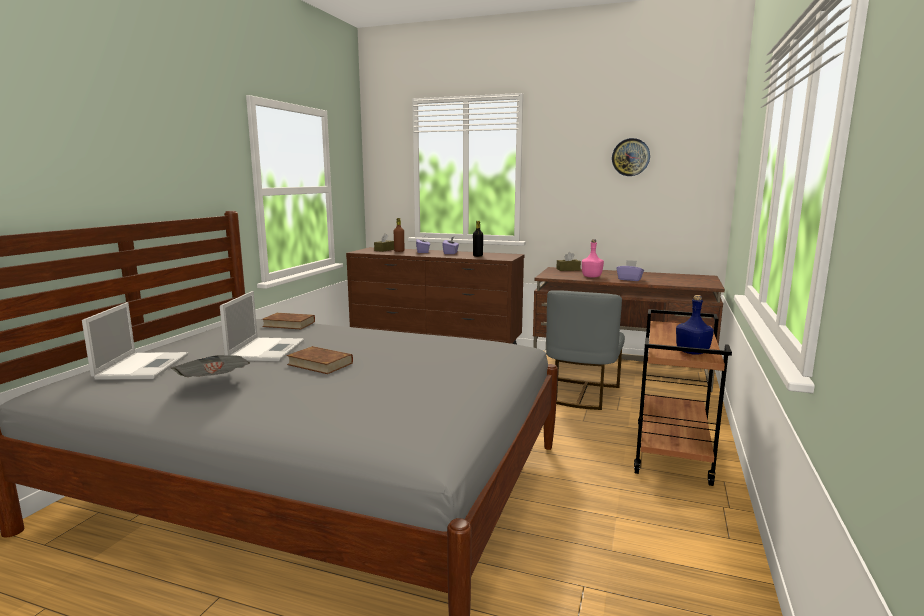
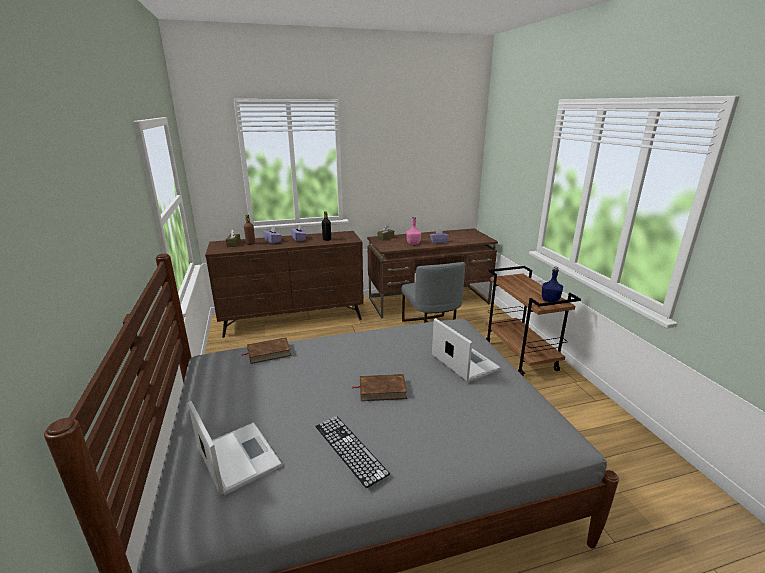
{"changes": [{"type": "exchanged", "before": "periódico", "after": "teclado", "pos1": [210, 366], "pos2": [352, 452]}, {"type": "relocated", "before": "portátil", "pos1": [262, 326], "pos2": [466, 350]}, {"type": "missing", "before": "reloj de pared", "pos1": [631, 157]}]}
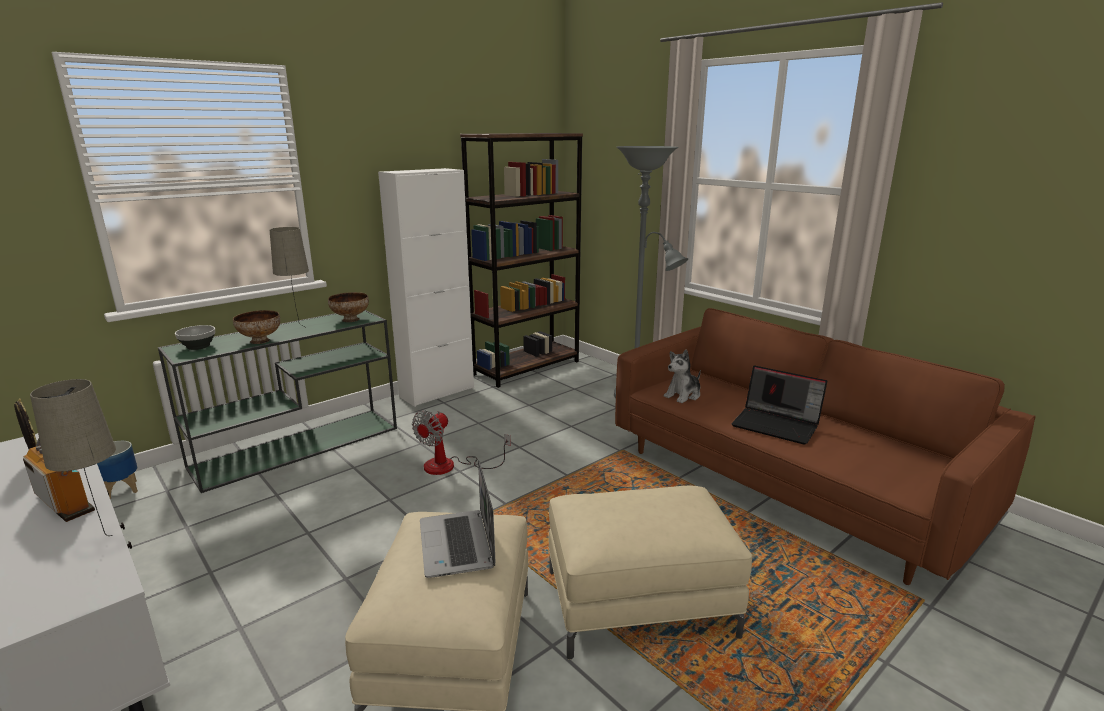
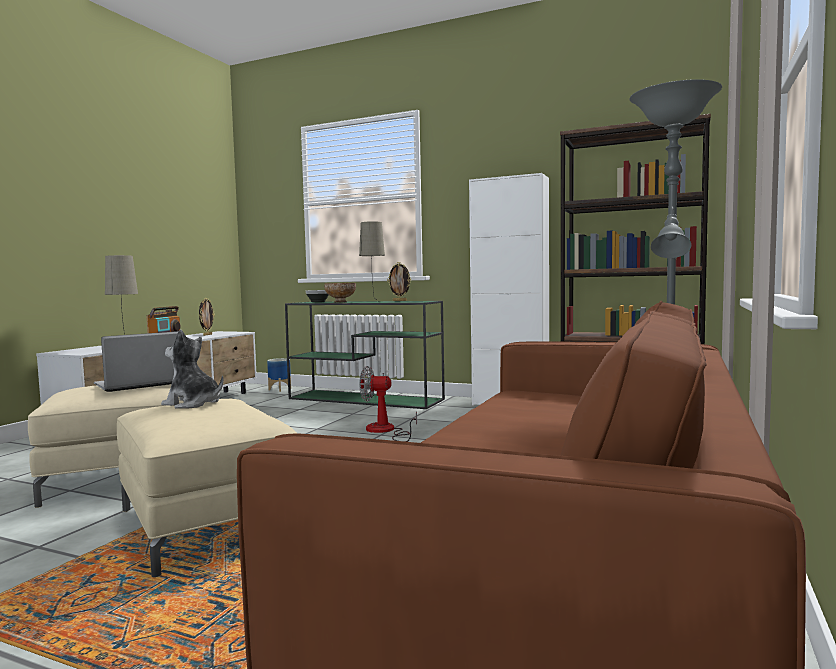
{"changes": [{"type": "relocated", "before": "peluche", "pos1": [682, 376], "pos2": [192, 369]}, {"type": "appeared", "after": "portarretratos", "pos2": [399, 281]}, {"type": "missing", "before": "cuenco", "pos1": [348, 307]}, {"type": "missing", "before": "portátil", "pos1": [779, 405]}]}
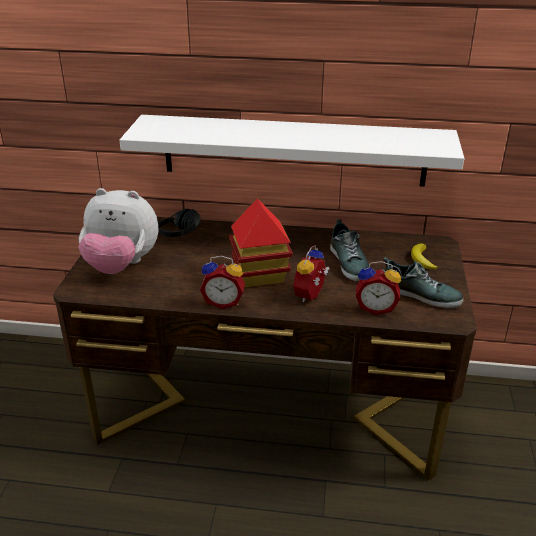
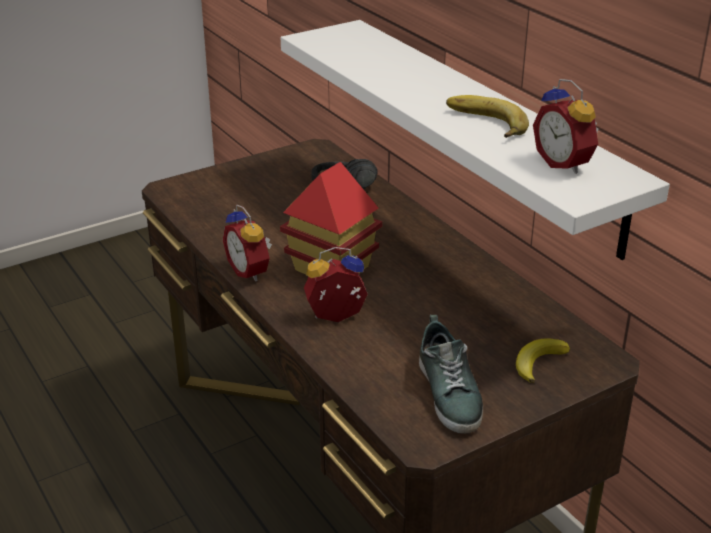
{"changes": [{"type": "appeared", "after": "plátano", "pos2": [487, 116]}, {"type": "relocated", "before": "despertador", "pos1": [378, 288], "pos2": [566, 126]}, {"type": "missing", "before": "peluche", "pos1": [118, 231]}, {"type": "missing", "before": "zapato", "pos1": [349, 250]}]}
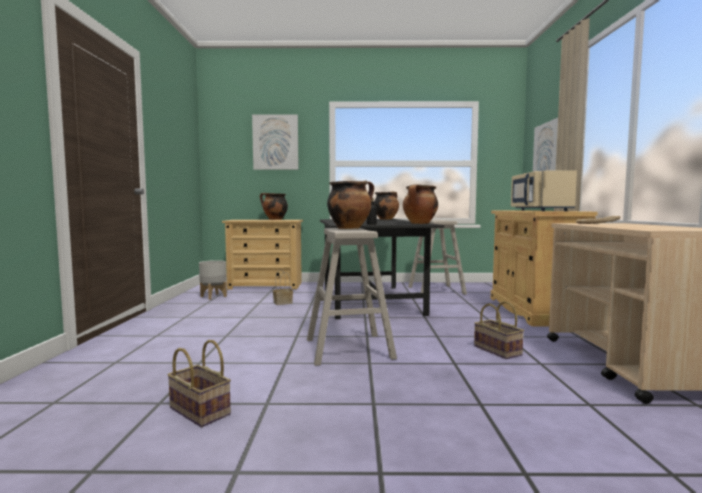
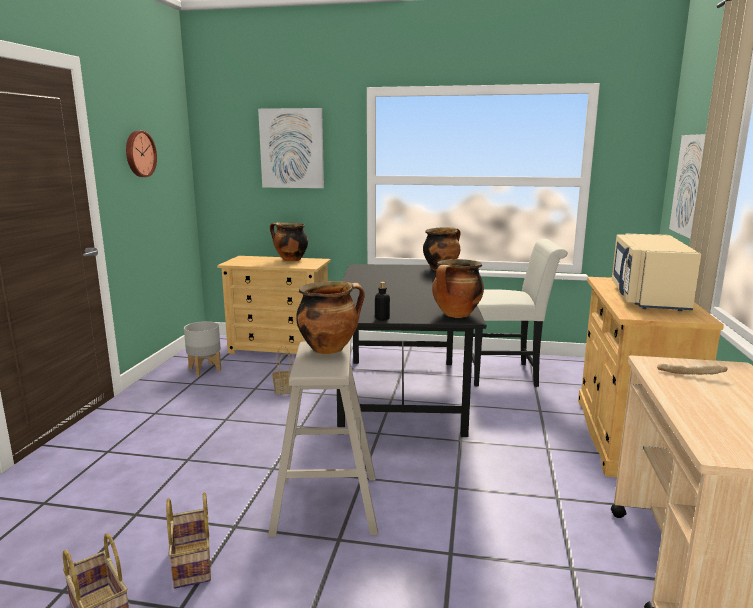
{"changes": [{"type": "appeared", "after": "reloj de pared", "pos2": [141, 154]}, {"type": "relocated", "before": "cesta", "pos1": [499, 330], "pos2": [188, 540]}, {"type": "exchanged", "before": "taburete [beis]", "after": "silla [blanco]", "pos1": [437, 257], "pos2": [520, 313]}]}
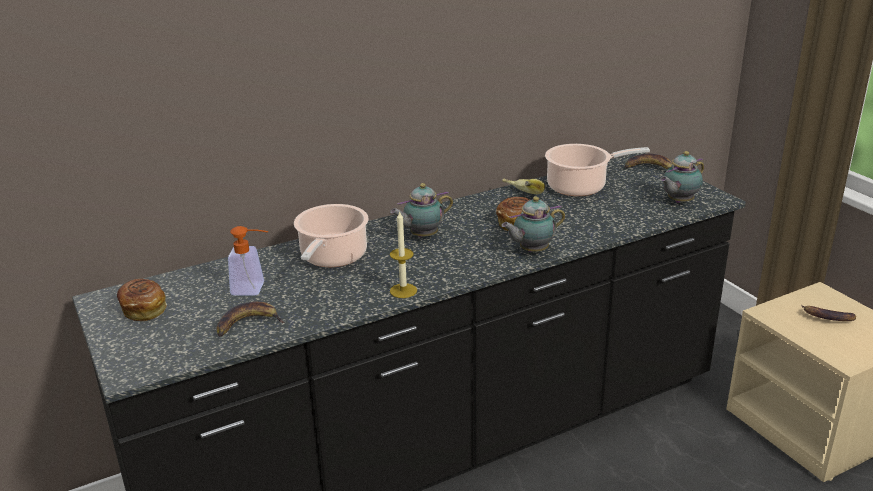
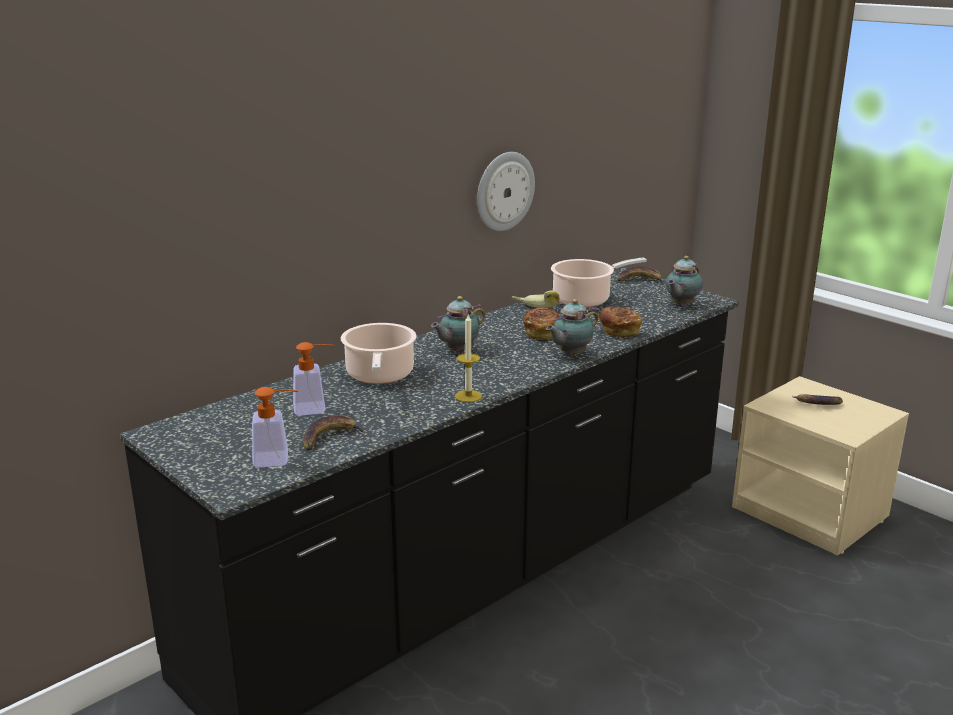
{"changes": [{"type": "appeared", "after": "dispensador de jabón", "pos2": [275, 427]}, {"type": "appeared", "after": "reloj de pared", "pos2": [506, 191]}, {"type": "relocated", "before": "pan", "pos1": [142, 300], "pos2": [620, 321]}]}
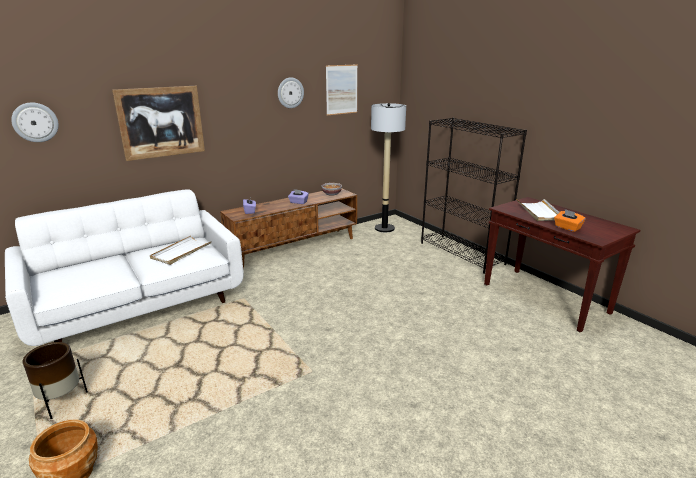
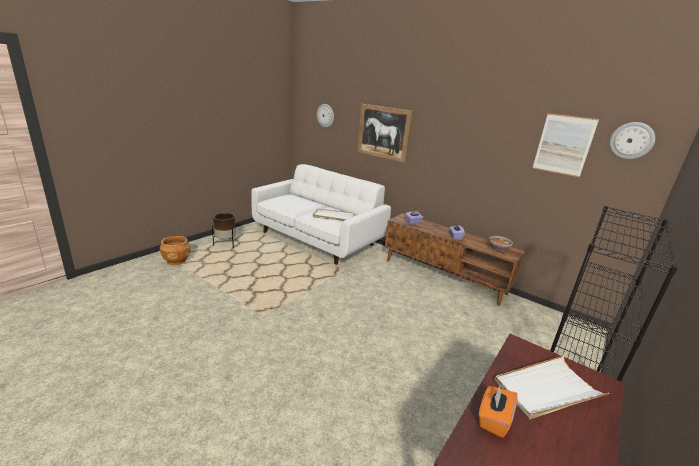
{"changes": [{"type": "relocated", "before": "reloj de pared", "pos1": [291, 92], "pos2": [632, 140]}, {"type": "missing", "before": "lámpara de pie", "pos1": [388, 167]}]}
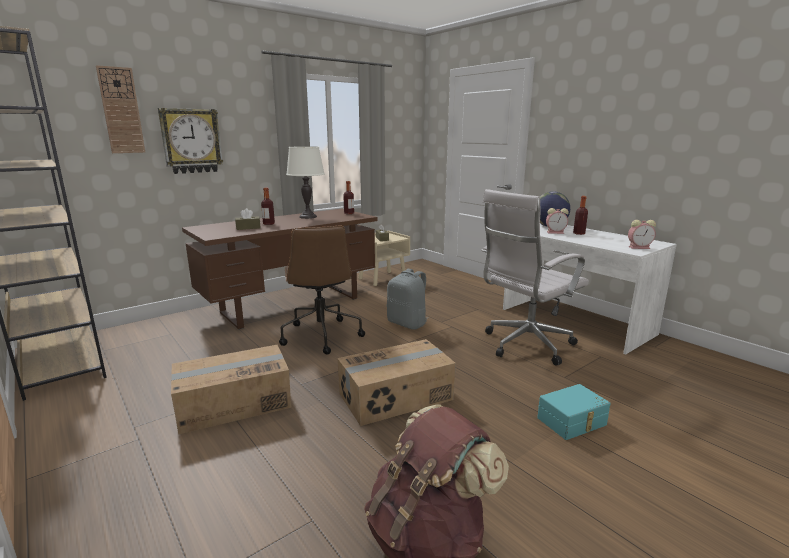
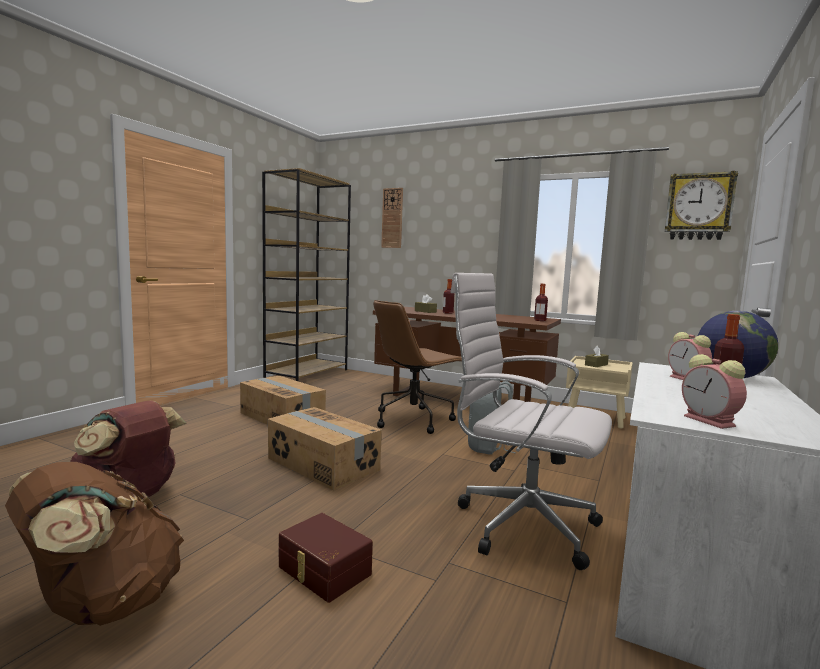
{"changes": [{"type": "appeared", "after": "mochila [marrón]", "pos2": [94, 544]}, {"type": "colour", "before": "caja de almacenaje [turquesa]", "after": "caja de almacenaje [marrón]", "pos1": [574, 412], "pos2": [326, 558]}, {"type": "relocated", "before": "reloj de pared", "pos1": [190, 141], "pos2": [701, 205]}, {"type": "missing", "before": "lámpara de mesa [blanco]", "pos1": [305, 182]}]}
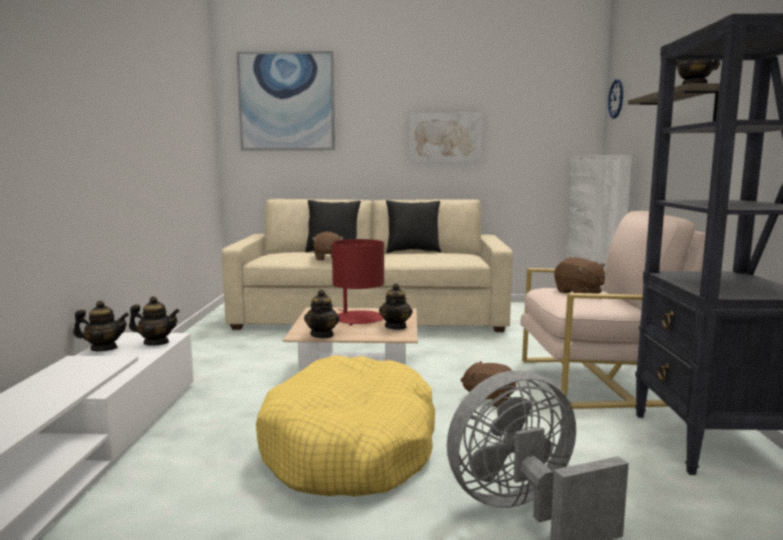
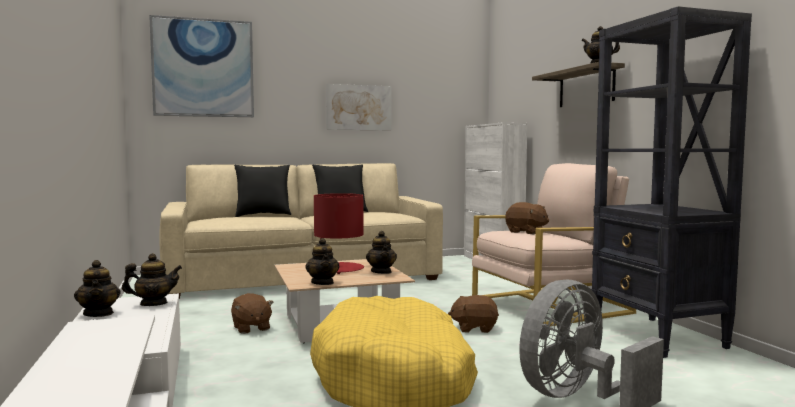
{"changes": [{"type": "spun", "before": "tetera", "pos1": [101, 326], "pos2": [97, 288], "turn": 90}, {"type": "relocated", "before": "peluche [marrón]", "pos1": [327, 246], "pos2": [252, 313]}, {"type": "missing", "before": "reloj de pared", "pos1": [615, 99]}]}
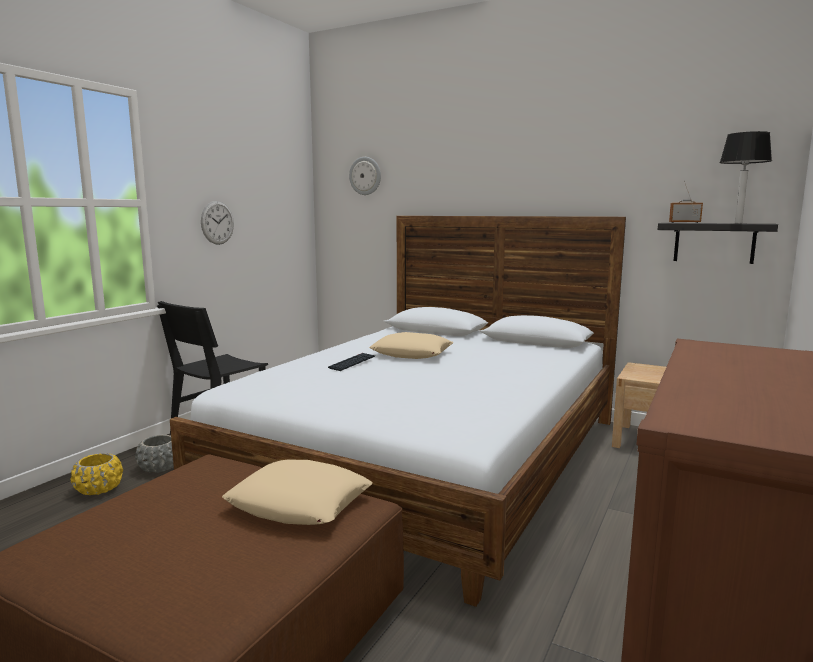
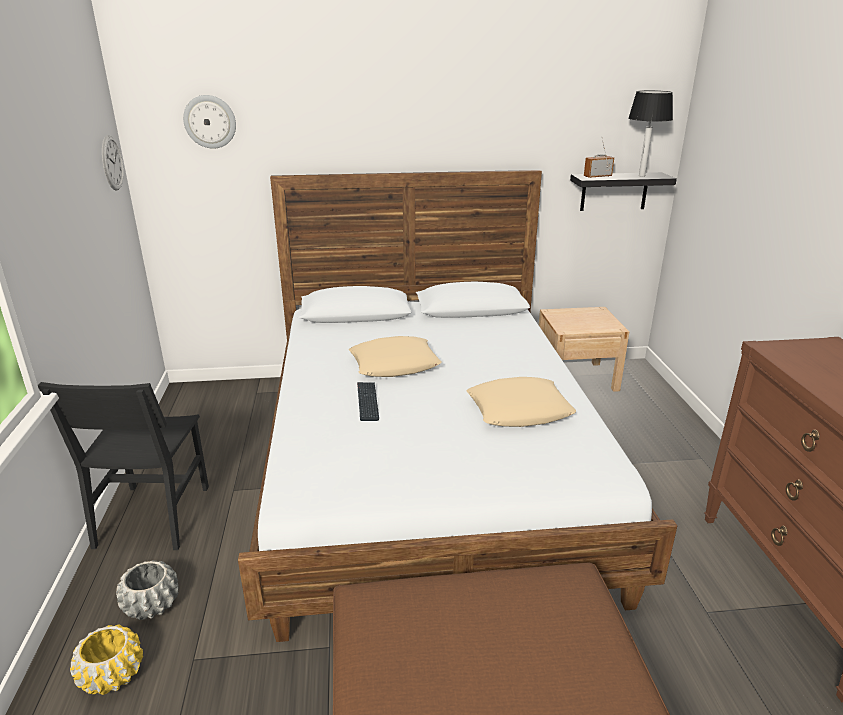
{"changes": [{"type": "relocated", "before": "reloj de pared", "pos1": [217, 223], "pos2": [113, 163]}, {"type": "relocated", "before": "cojín [beis]", "pos1": [297, 492], "pos2": [521, 402]}]}
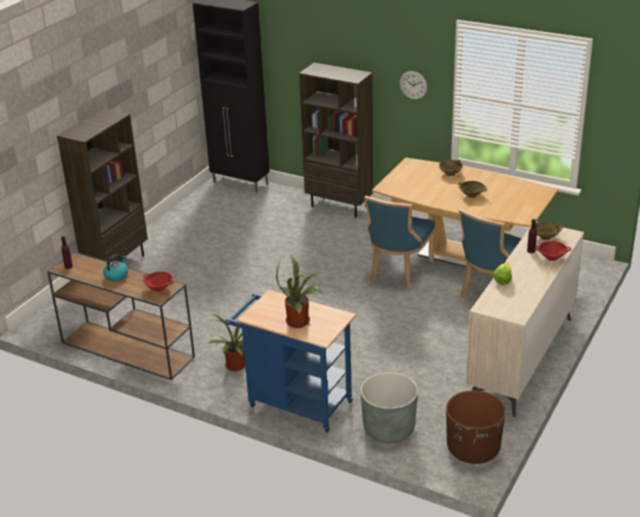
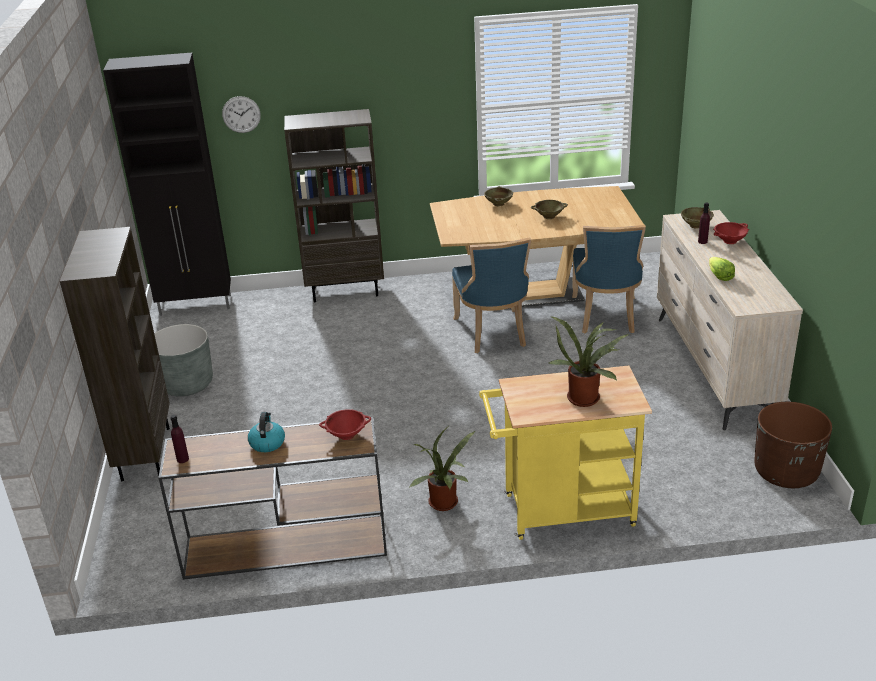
{"changes": [{"type": "relocated", "before": "maceta [gris]", "pos1": [389, 407], "pos2": [183, 360]}, {"type": "relocated", "before": "reloj de pared", "pos1": [413, 85], "pos2": [241, 114]}, {"type": "colour", "before": "carrito [azul]", "after": "carrito [amarillo]", "pos1": [291, 361], "pos2": [565, 453]}]}
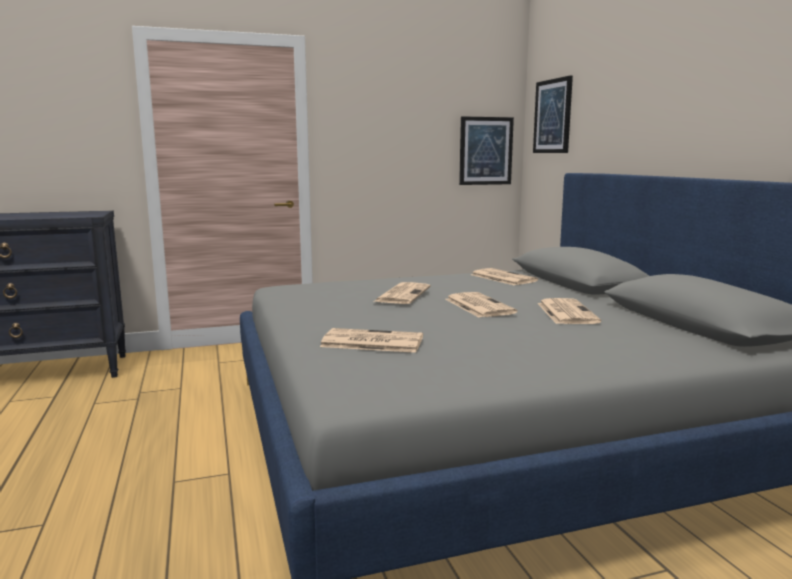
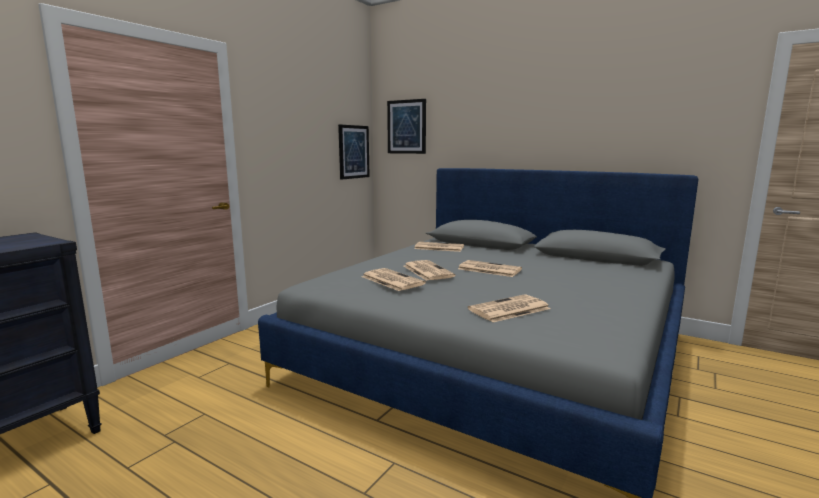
{"changes": [{"type": "relocated", "before": "periódico", "pos1": [569, 311], "pos2": [394, 279]}]}
